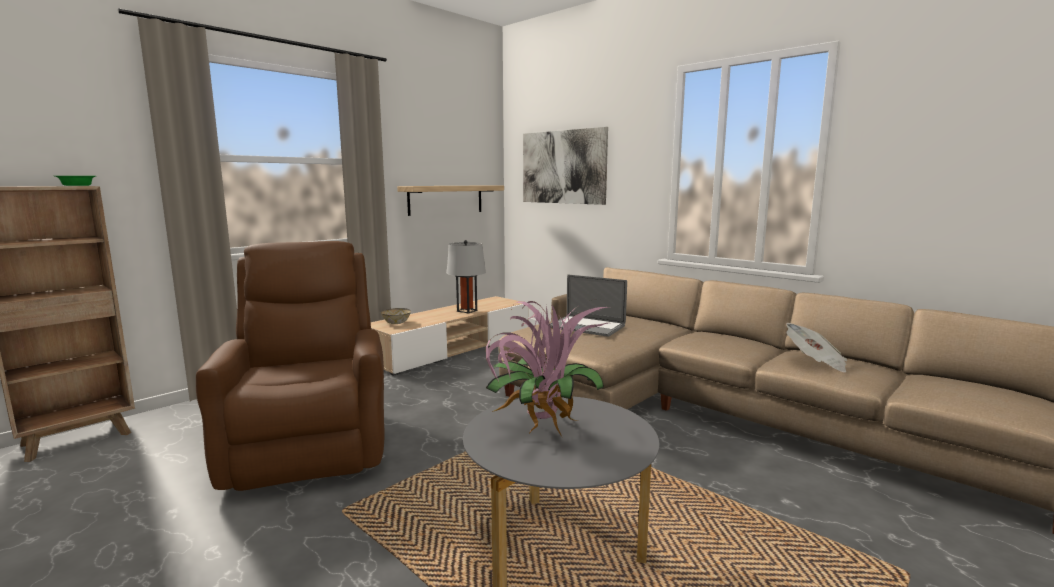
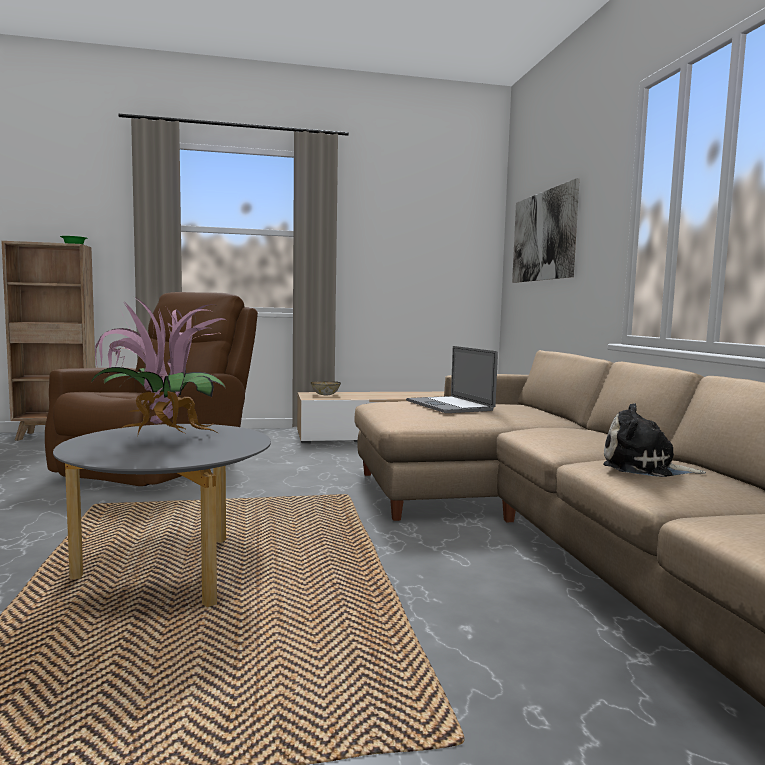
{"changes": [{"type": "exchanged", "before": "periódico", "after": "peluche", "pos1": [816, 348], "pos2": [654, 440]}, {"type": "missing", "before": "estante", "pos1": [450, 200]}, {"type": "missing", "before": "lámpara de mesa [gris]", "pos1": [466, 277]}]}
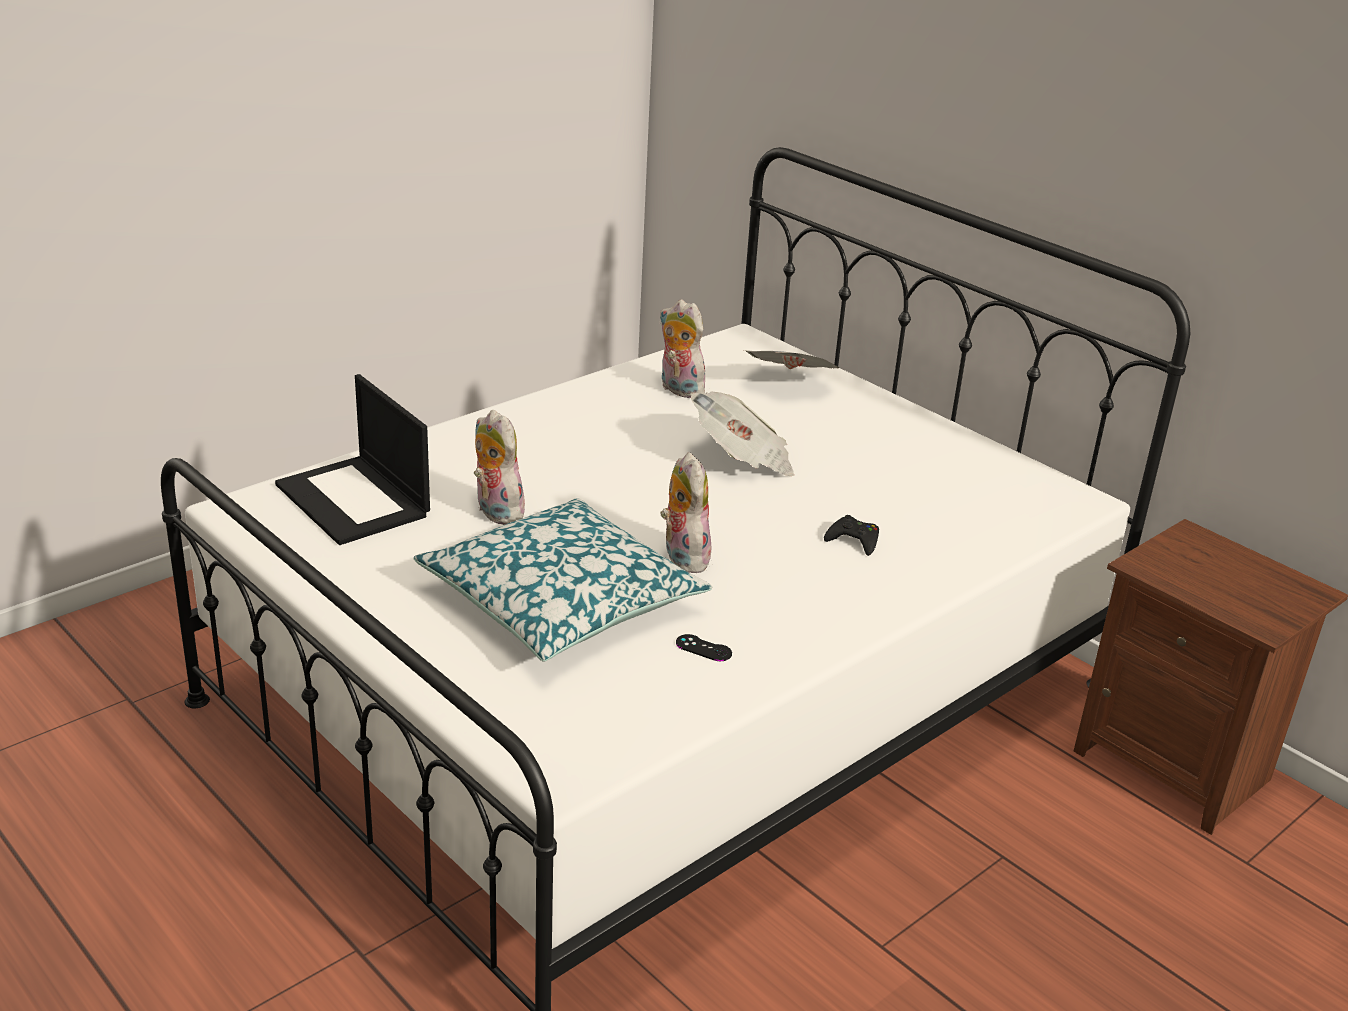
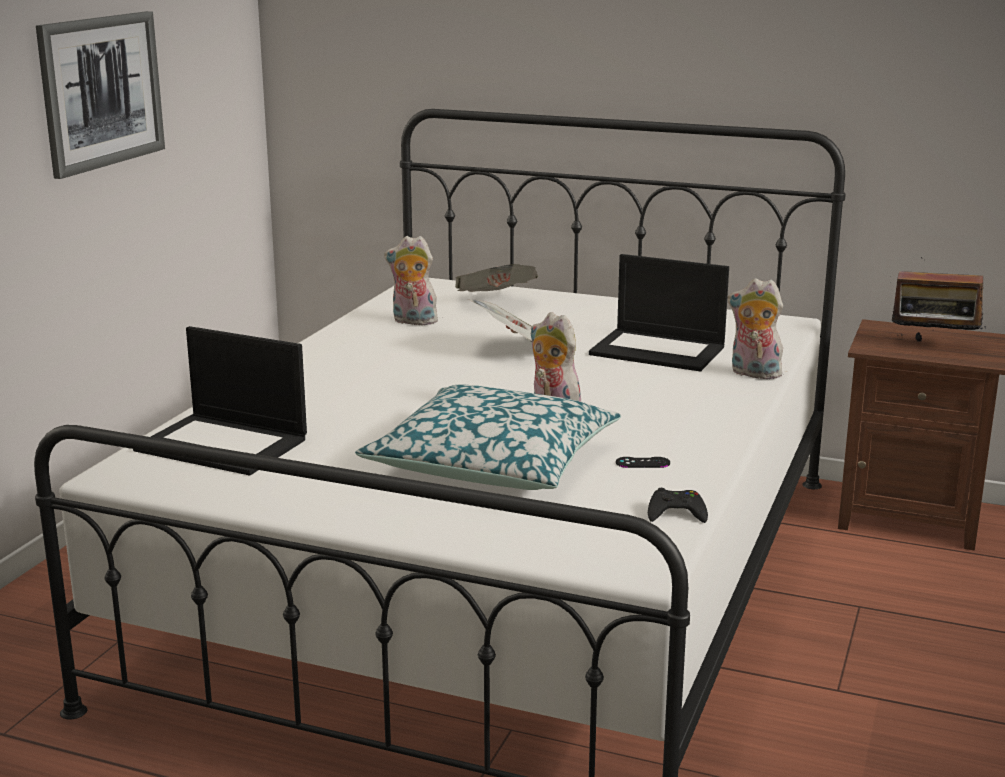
{"changes": [{"type": "appeared", "after": "cuadro", "pos2": [100, 95]}, {"type": "appeared", "after": "portátil", "pos2": [659, 313]}, {"type": "relocated", "before": "mando de consola [negro]", "pos1": [851, 535], "pos2": [678, 505]}, {"type": "relocated", "before": "peluche", "pos1": [499, 467], "pos2": [755, 328]}, {"type": "appeared", "after": "radio", "pos2": [938, 297]}]}
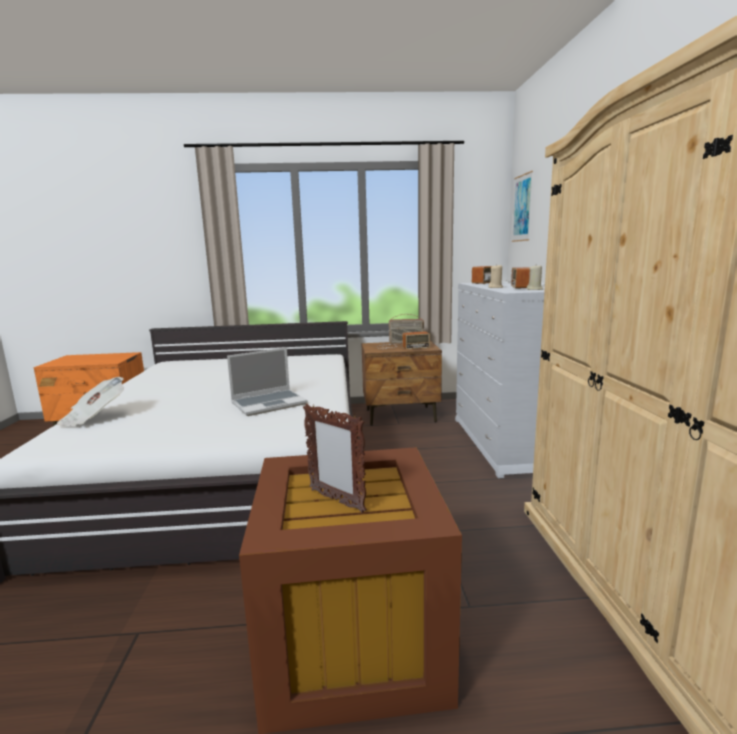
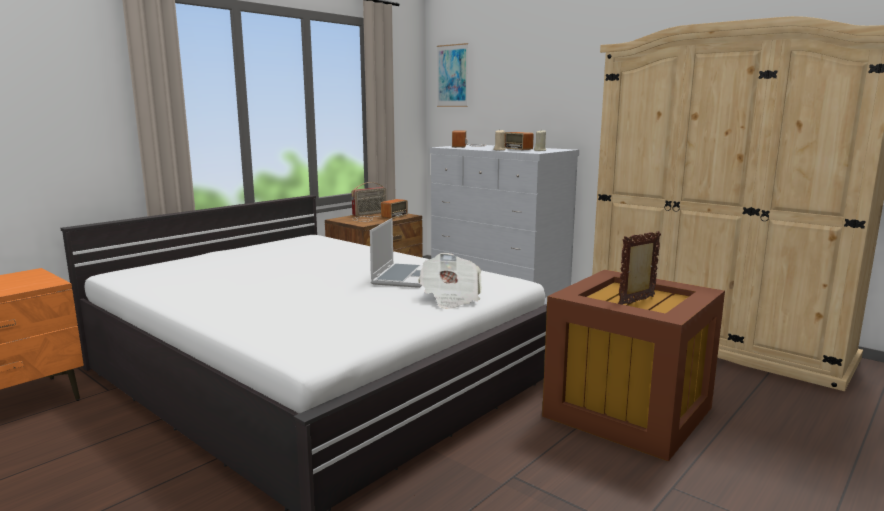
{"changes": [{"type": "relocated", "before": "periódico", "pos1": [90, 401], "pos2": [450, 281]}, {"type": "spun", "before": "portarretratos", "pos1": [335, 458], "pos2": [639, 268], "turn": 150}]}
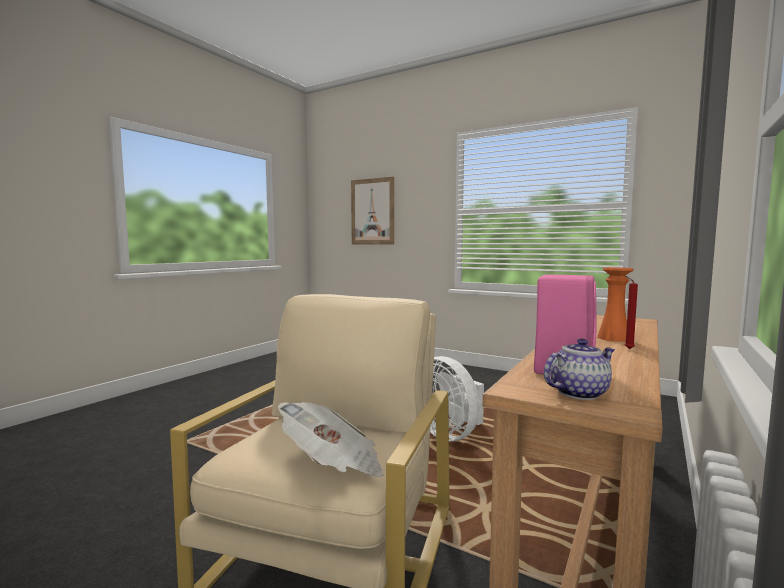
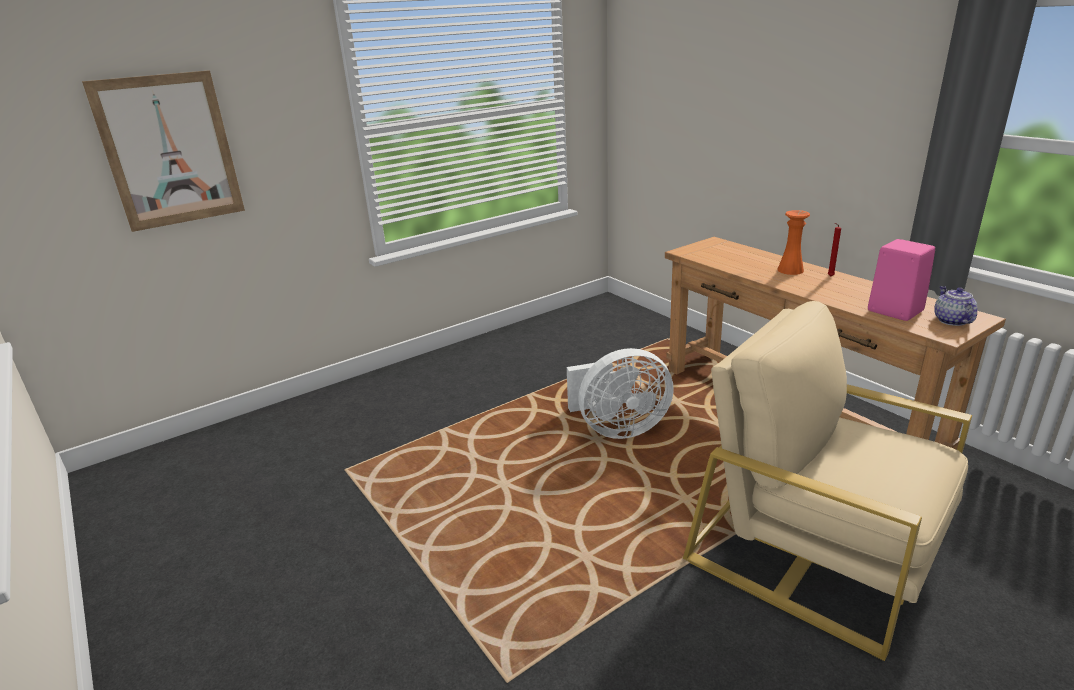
{"changes": [{"type": "missing", "before": "periódico", "pos1": [331, 439]}]}
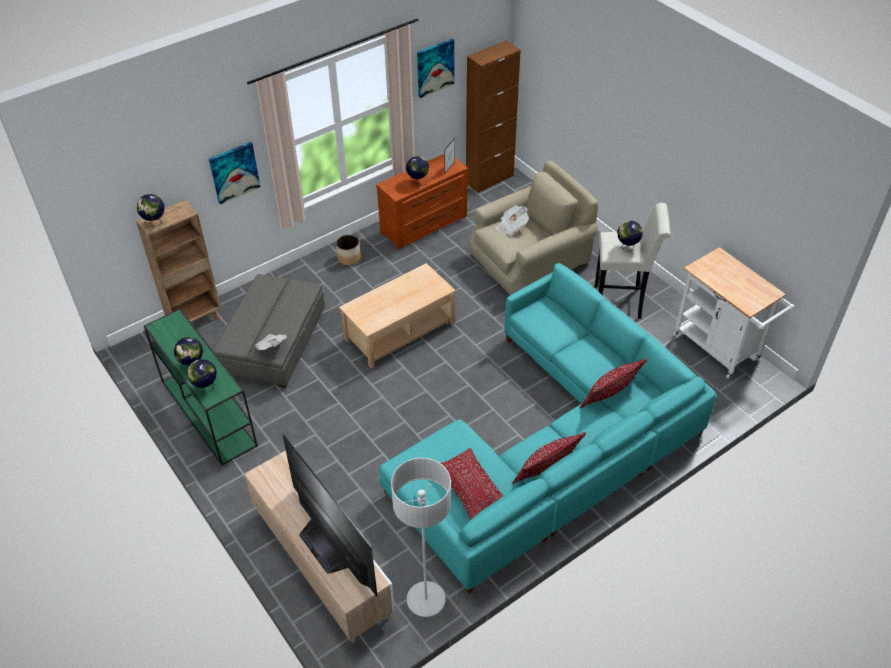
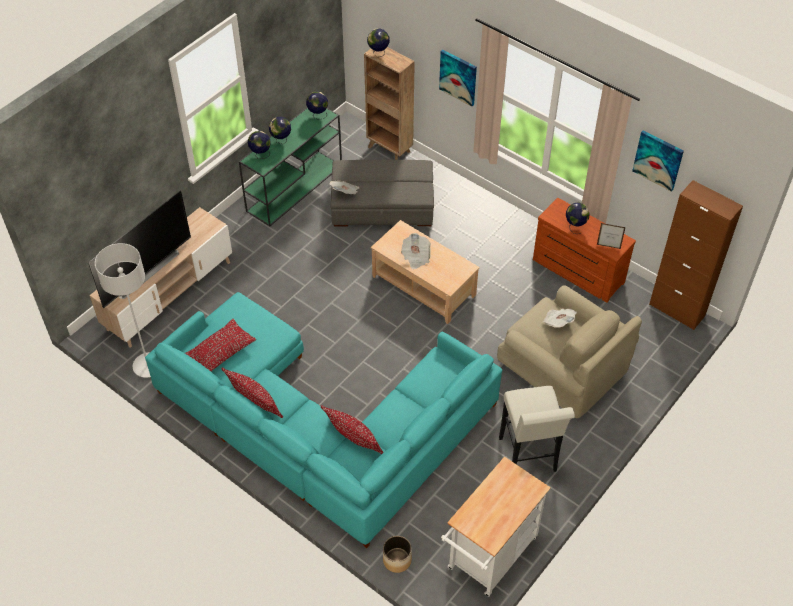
{"changes": [{"type": "relocated", "before": "globo terráqueo", "pos1": [630, 236], "pos2": [317, 105]}, {"type": "relocated", "before": "maceta", "pos1": [348, 250], "pos2": [397, 554]}, {"type": "appeared", "after": "periódico", "pos2": [416, 251]}]}
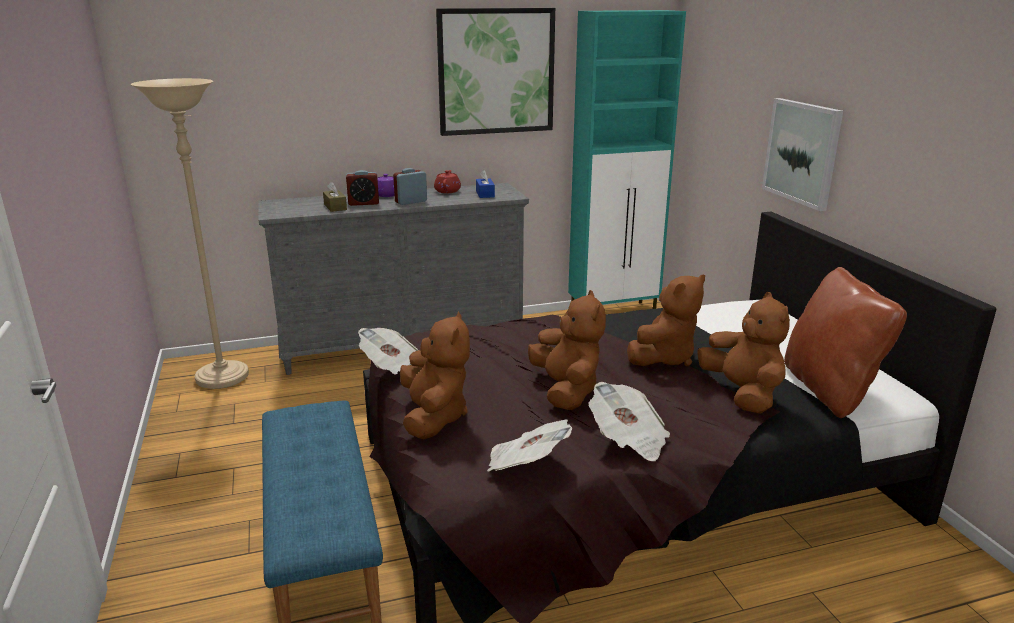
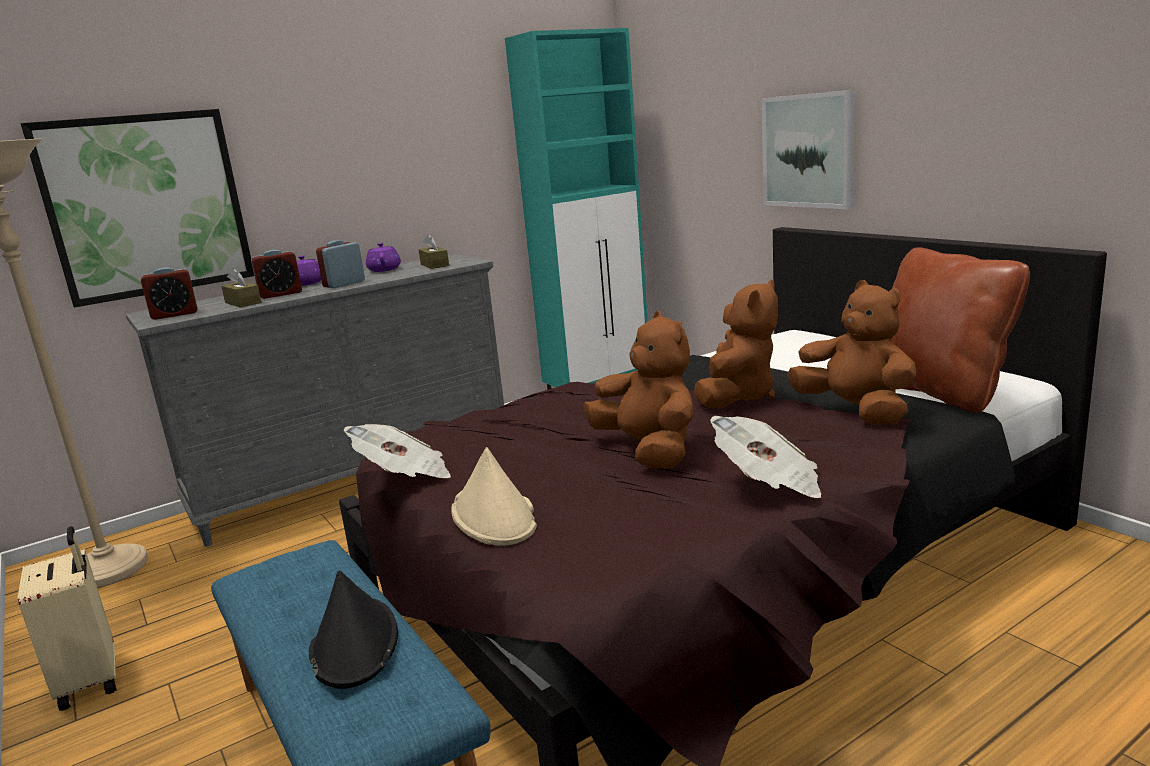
{"changes": [{"type": "appeared", "after": "maleta [beis]", "pos2": [67, 618]}, {"type": "relocated", "before": "cuadro", "pos1": [495, 72], "pos2": [137, 208]}, {"type": "appeared", "after": "despertador", "pos2": [169, 293]}, {"type": "appeared", "after": "sombrero [negro]", "pos2": [353, 629]}, {"type": "colour", "before": "tetera [rojo]", "after": "tetera [morado]", "pos1": [447, 181], "pos2": [383, 257]}, {"type": "colour", "before": "caja de pañuelos [azul]", "after": "caja de pañuelos [marrón]", "pos1": [485, 184], "pos2": [434, 251]}, {"type": "exchanged", "before": "peluche [marrón]", "after": "sombrero [beis]", "pos1": [435, 375], "pos2": [494, 496]}, {"type": "missing", "before": "periódico", "pos1": [529, 445]}]}
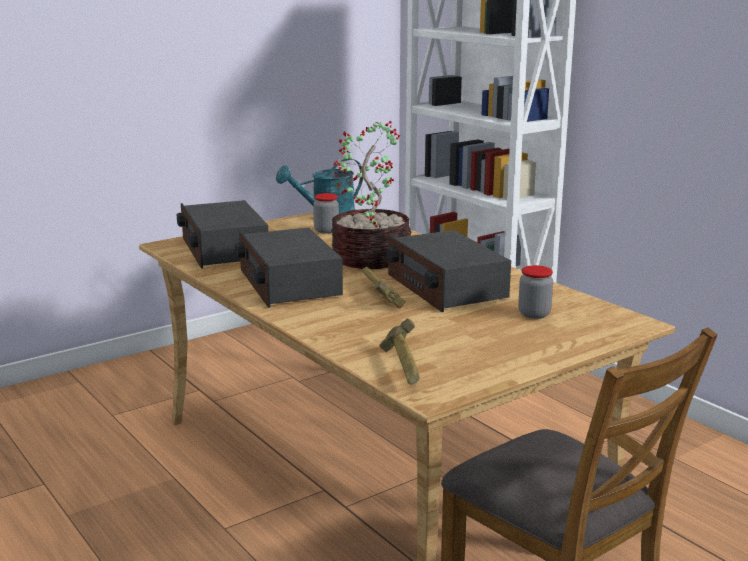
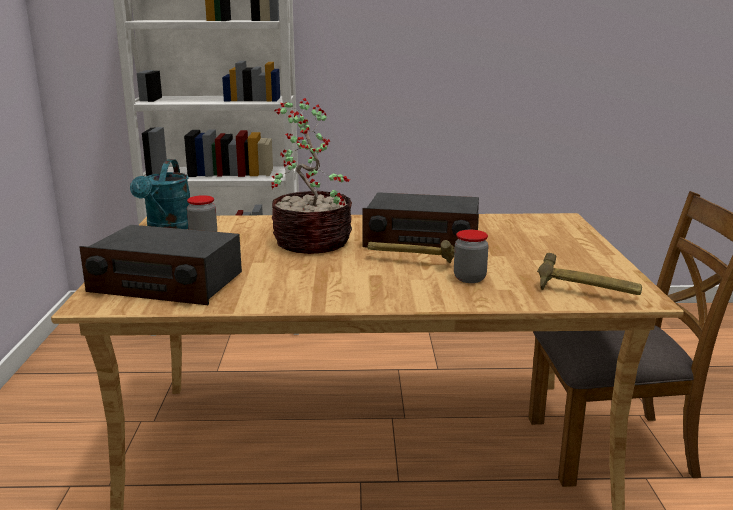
{"changes": [{"type": "relocated", "before": "tarro", "pos1": [535, 292], "pos2": [471, 256]}, {"type": "missing", "before": "radio", "pos1": [289, 267]}]}
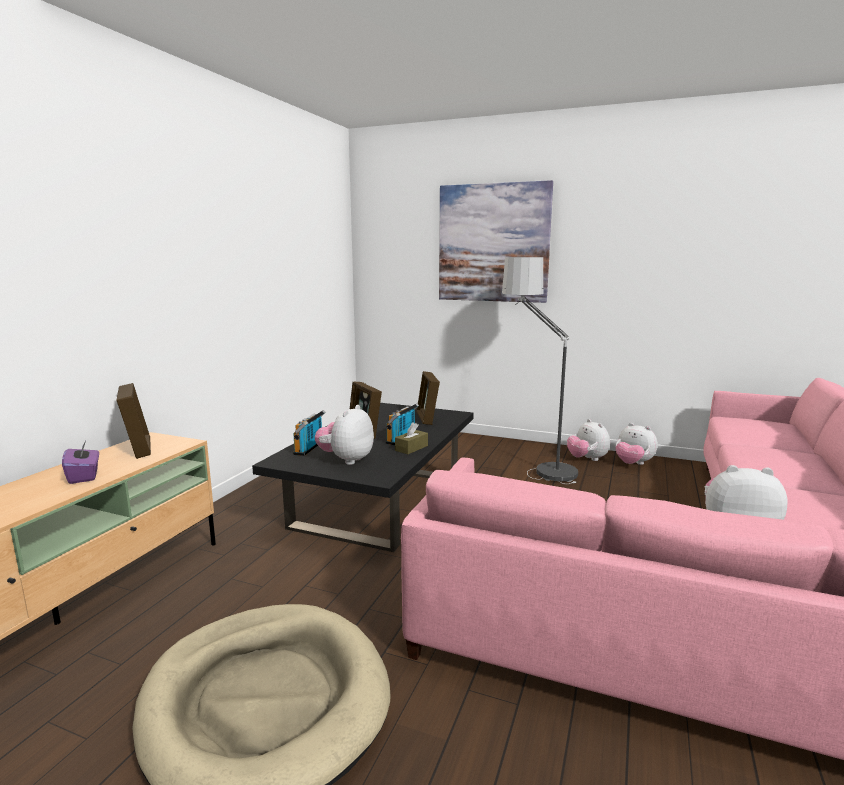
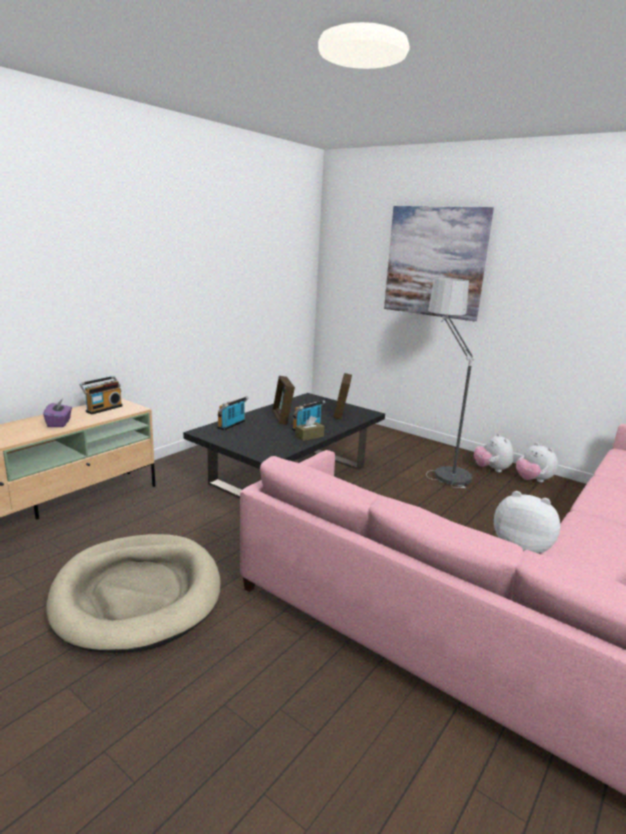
{"changes": [{"type": "exchanged", "before": "portarretratos", "after": "radio", "pos1": [133, 421], "pos2": [101, 395]}, {"type": "missing", "before": "peluche", "pos1": [344, 435]}]}
